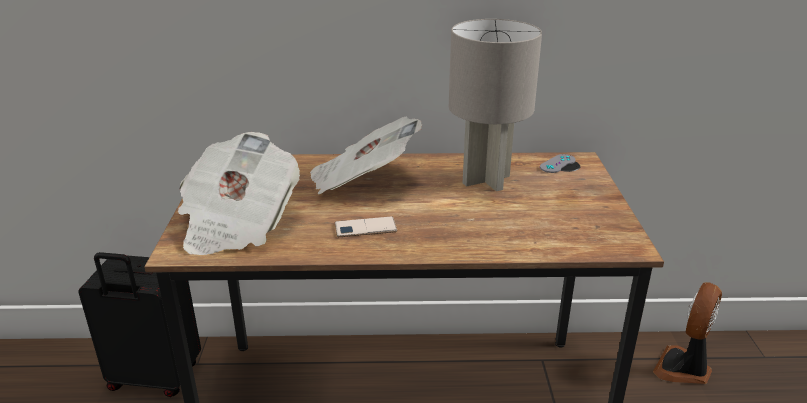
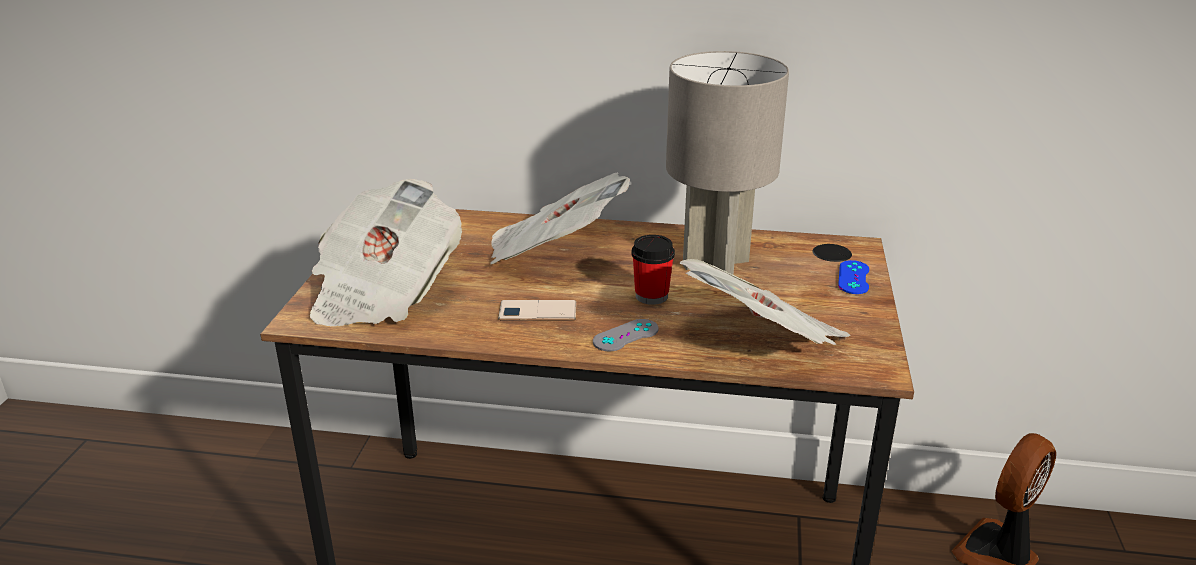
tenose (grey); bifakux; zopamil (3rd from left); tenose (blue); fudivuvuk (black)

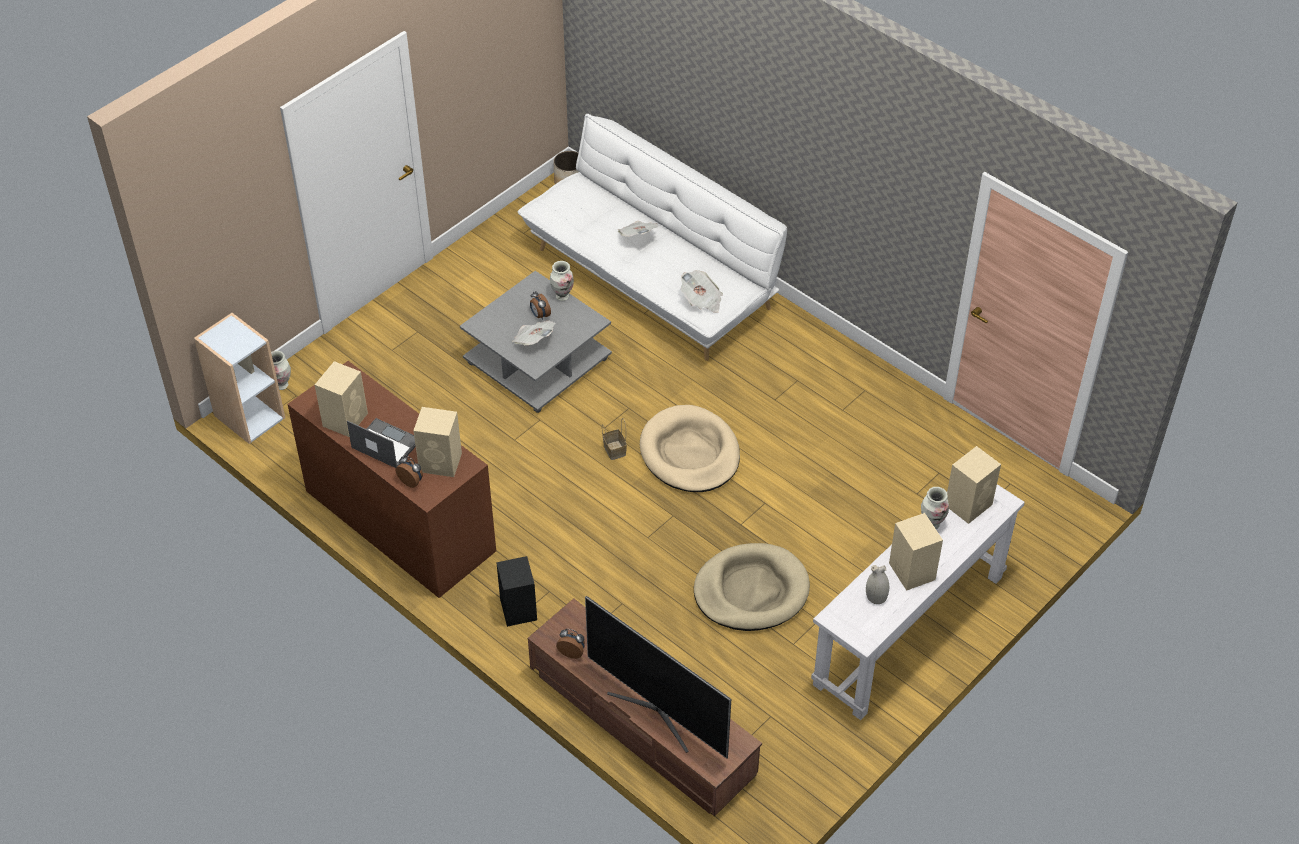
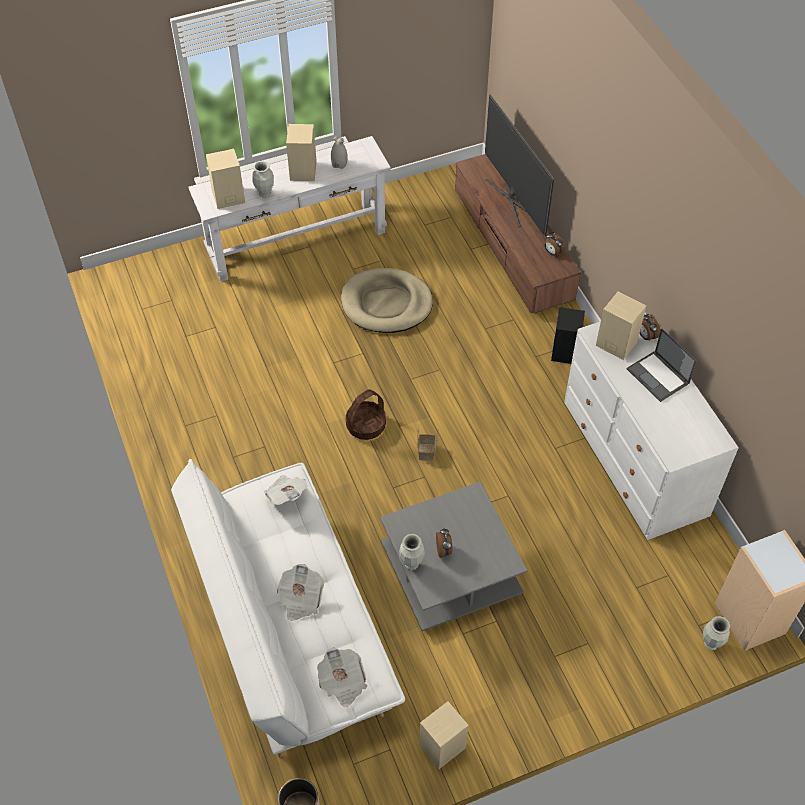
zopamil (3rd from left); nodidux (1st from left); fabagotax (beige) (3rd from left); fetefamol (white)

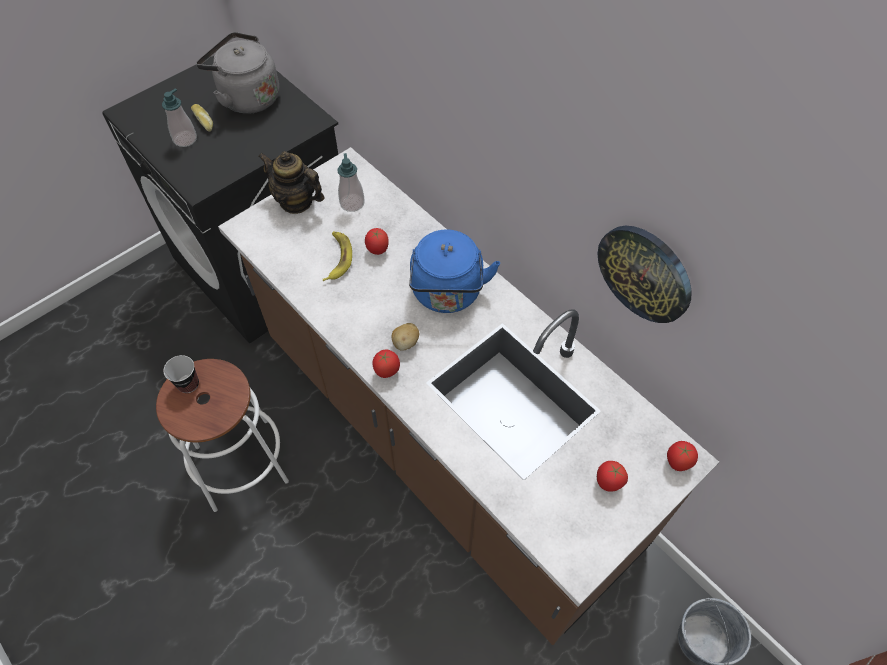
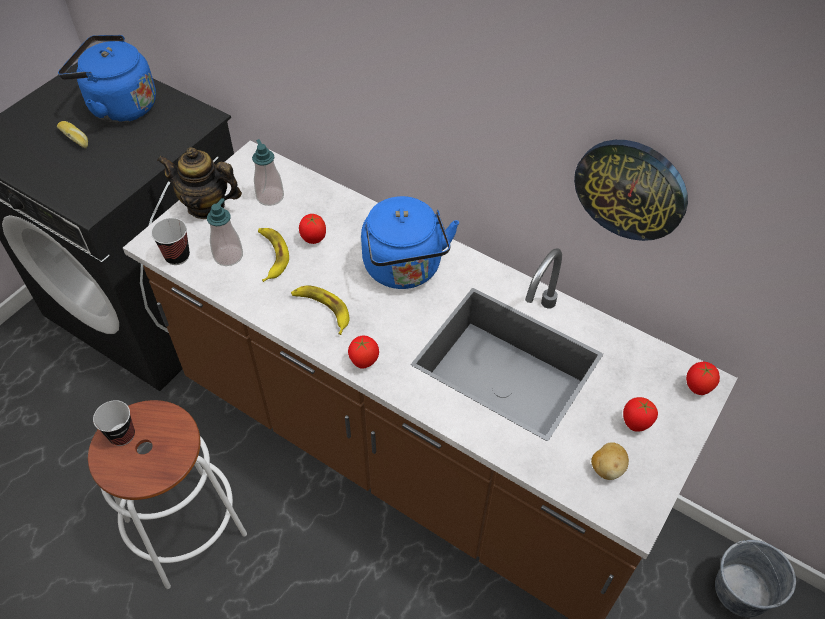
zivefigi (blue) (1st from left); bifakux (2nd from left); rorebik (1st from left); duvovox (2nd from left); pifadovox

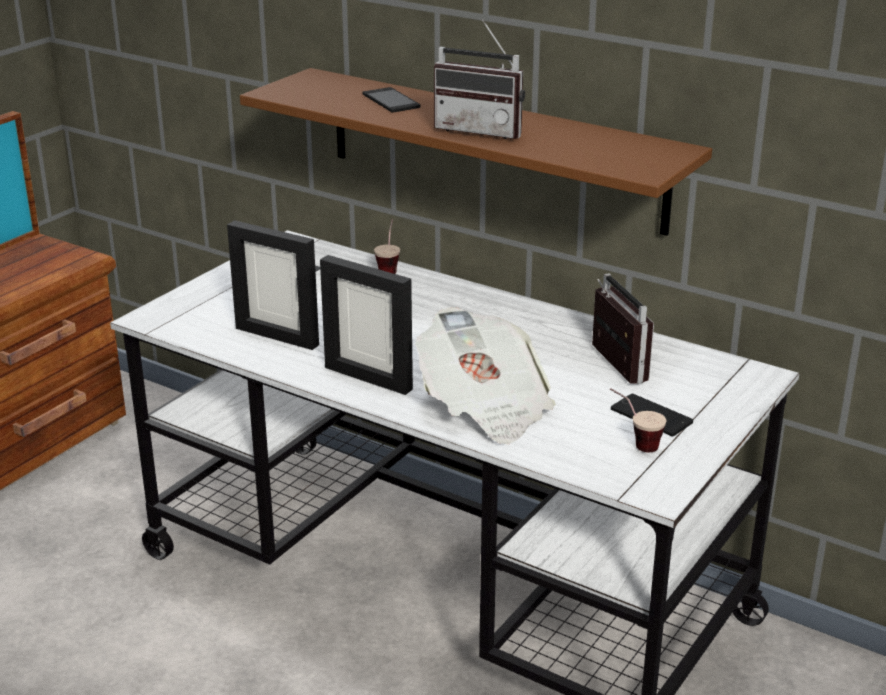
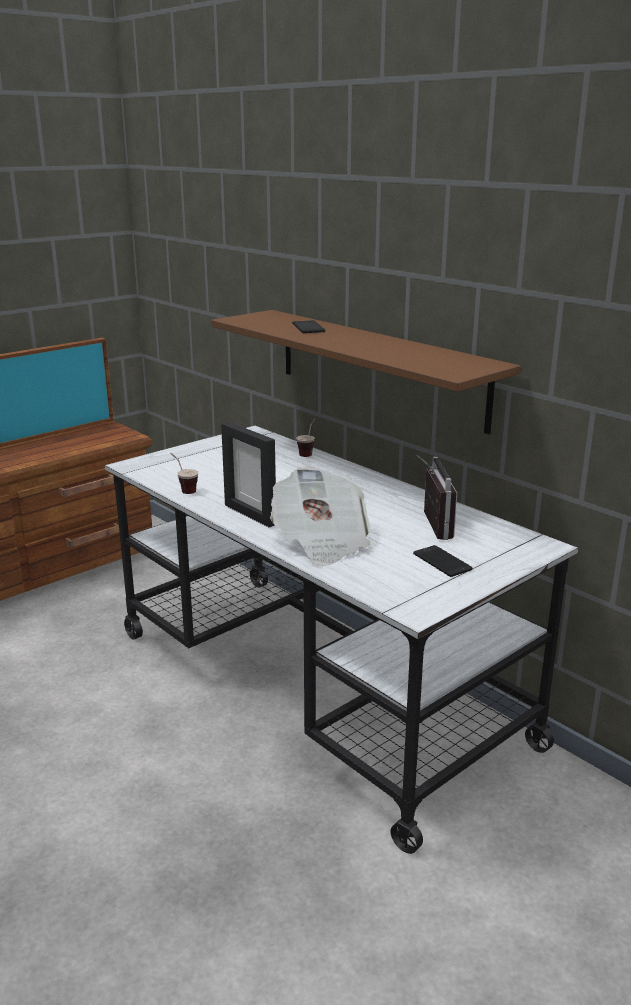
bifakux (1st from left); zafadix (1st from left in the first image); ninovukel (1st from left in the first image)

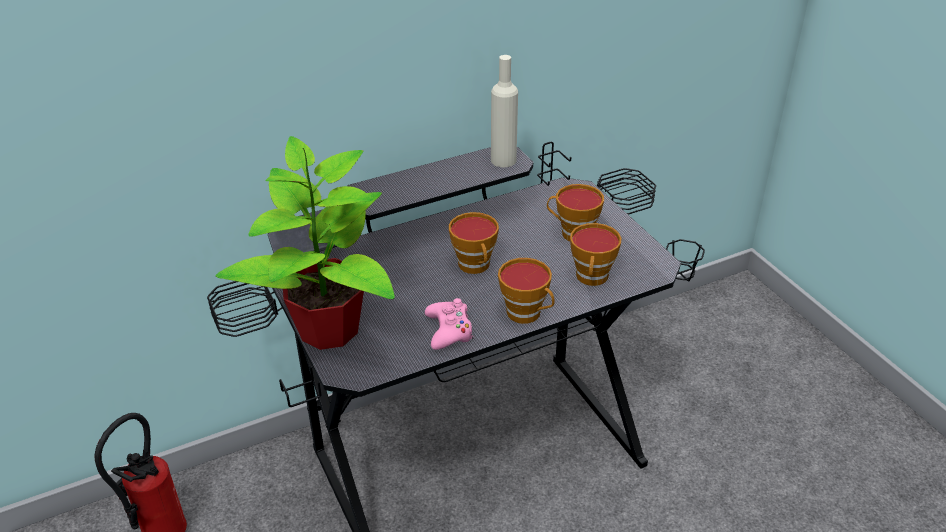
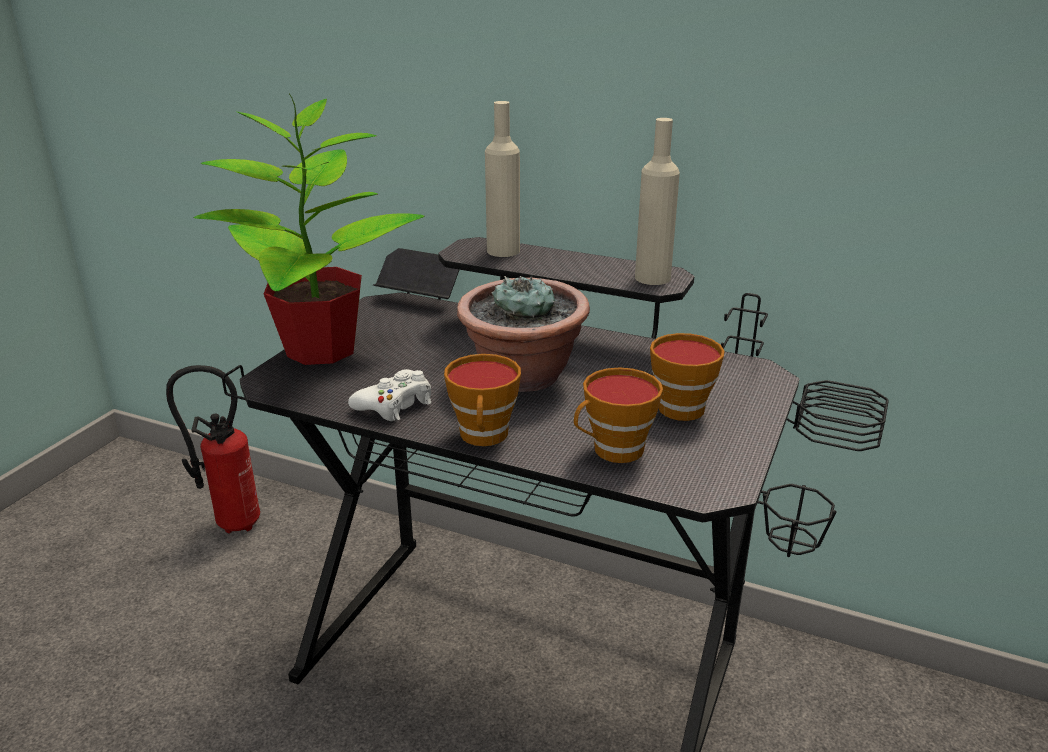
tenose (white); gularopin (2nd from left); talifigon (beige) (1st from left)

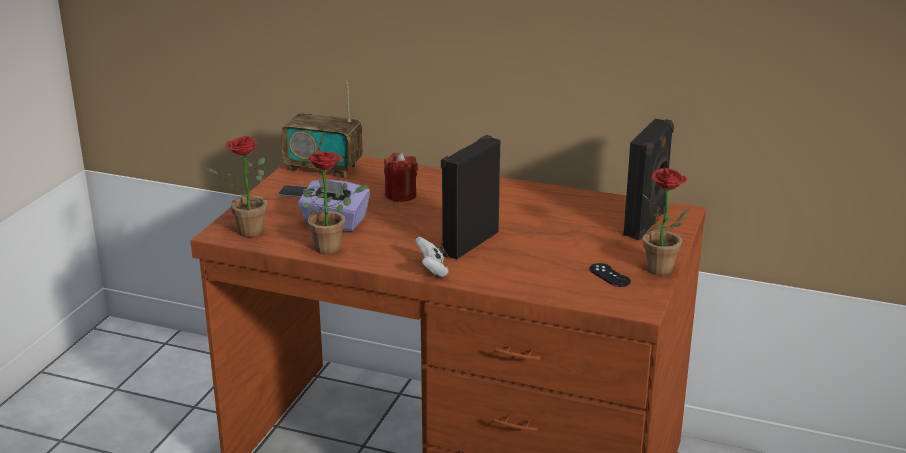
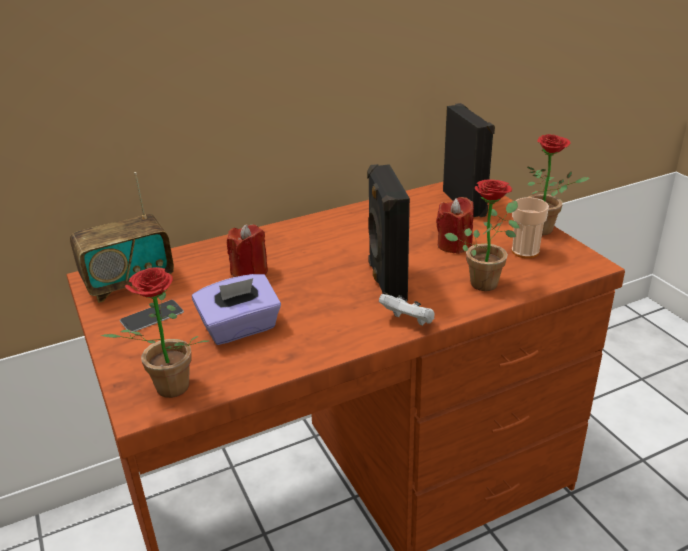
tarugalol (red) (2nd from left); gularopin (2nd from left); bifakux

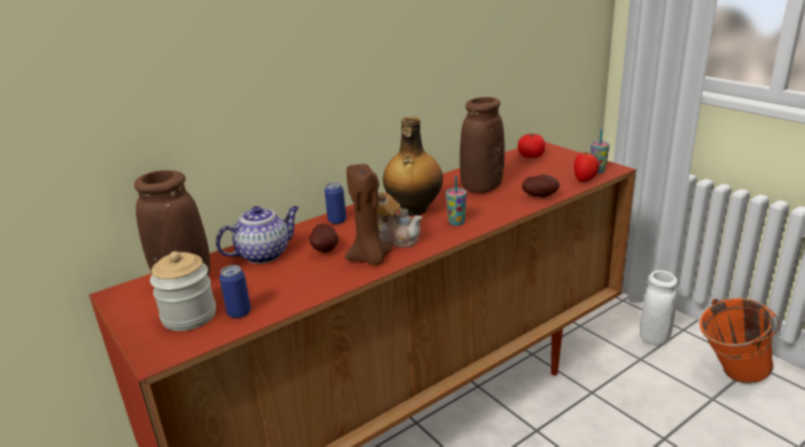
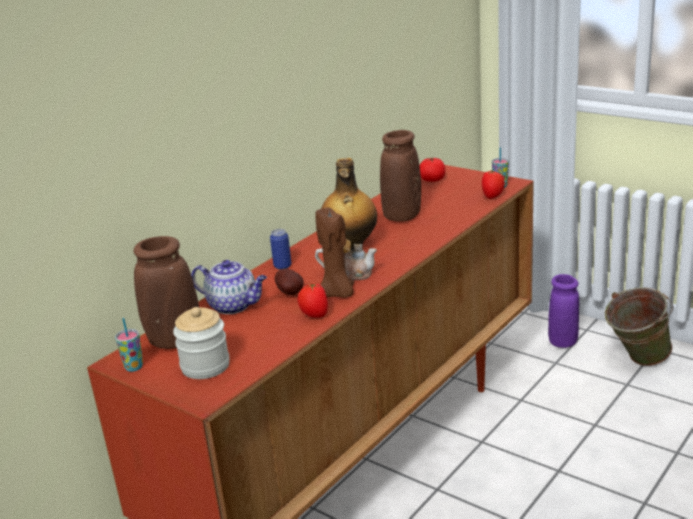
bifakux (1st from left); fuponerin (1st from left); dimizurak (1st from left); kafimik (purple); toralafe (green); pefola (1st from left in the first image); pifadovox (2nd from left in the first image)

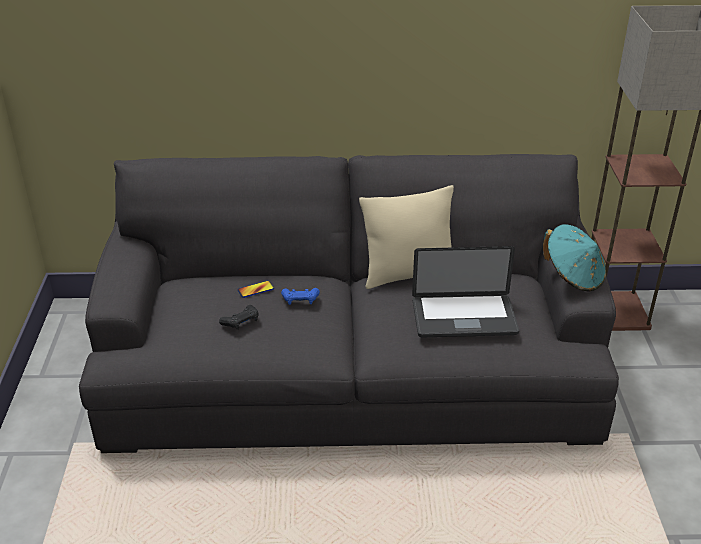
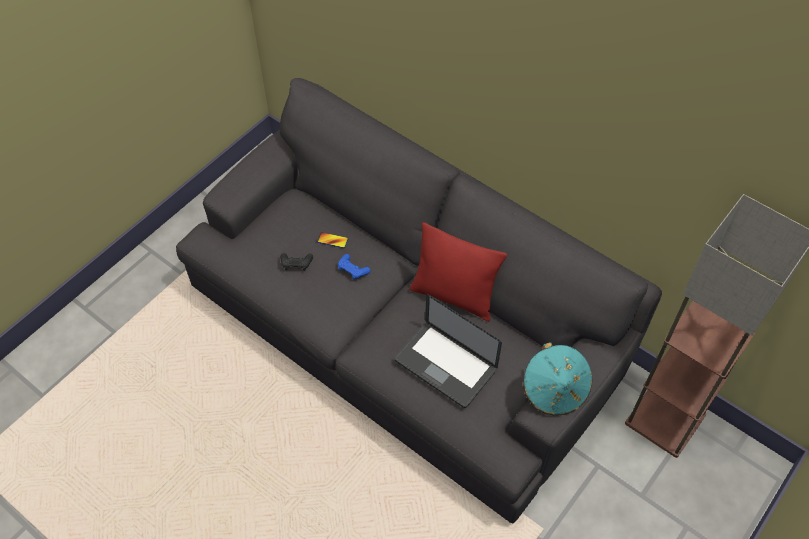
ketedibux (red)

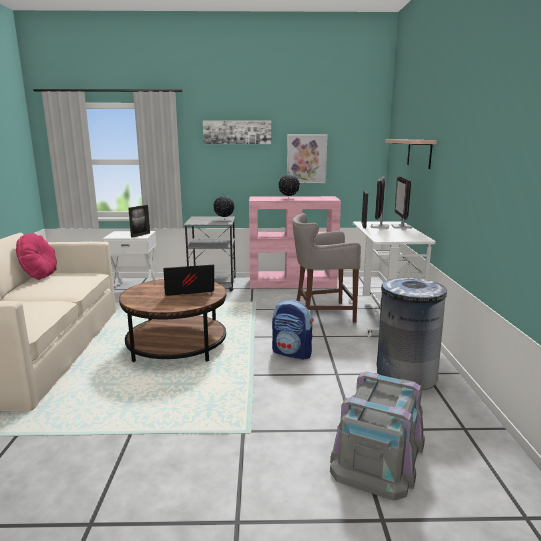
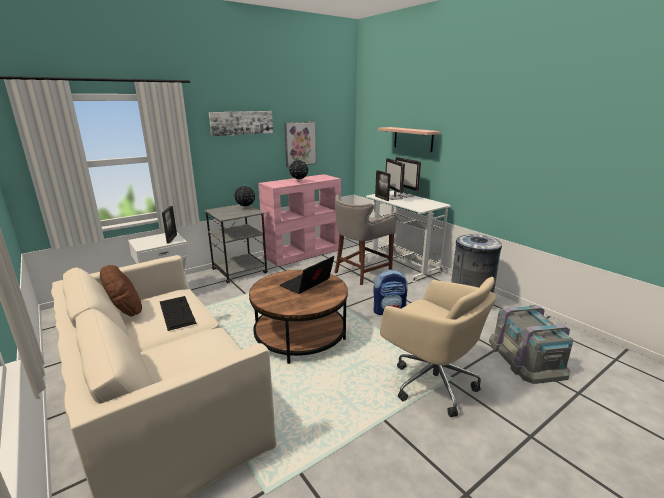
ketedibux (brown); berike; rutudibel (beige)

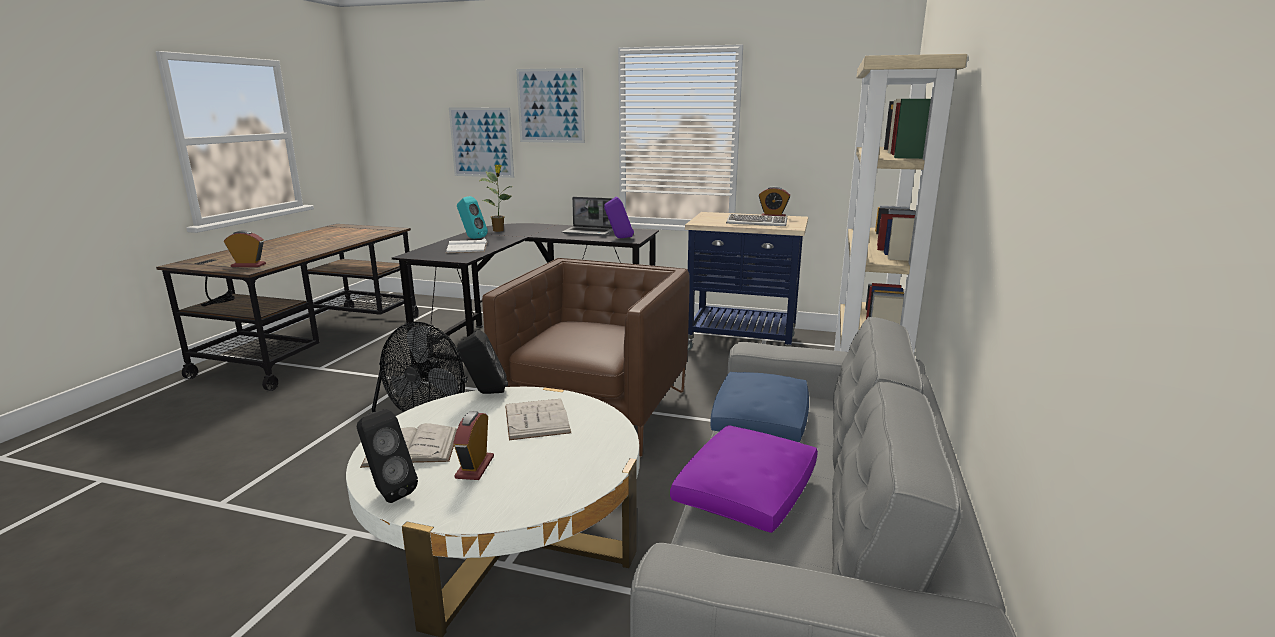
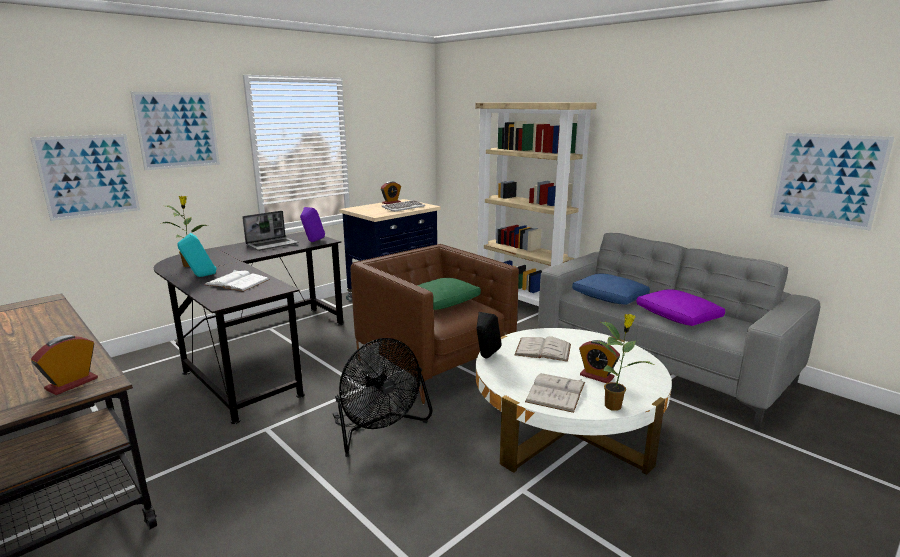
ketedibux (green); gularopin (2nd from left); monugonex (3rd from left)

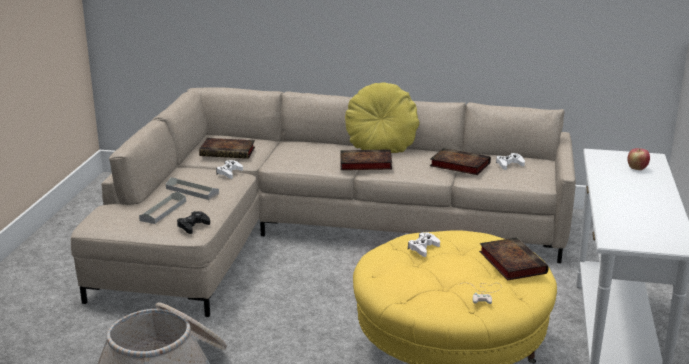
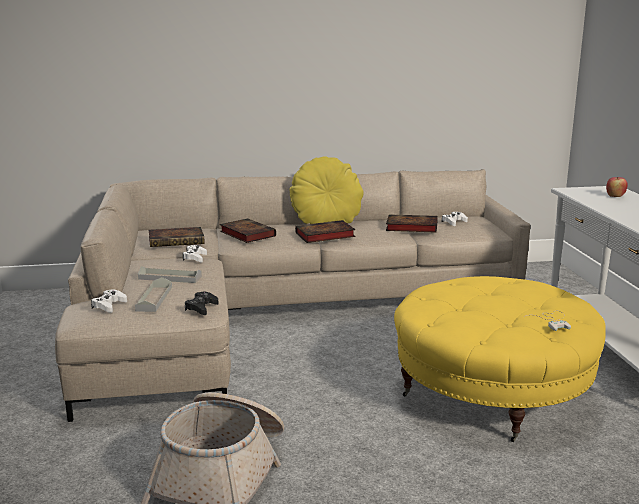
tenose (white) (1st from left); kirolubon (2nd from left)

